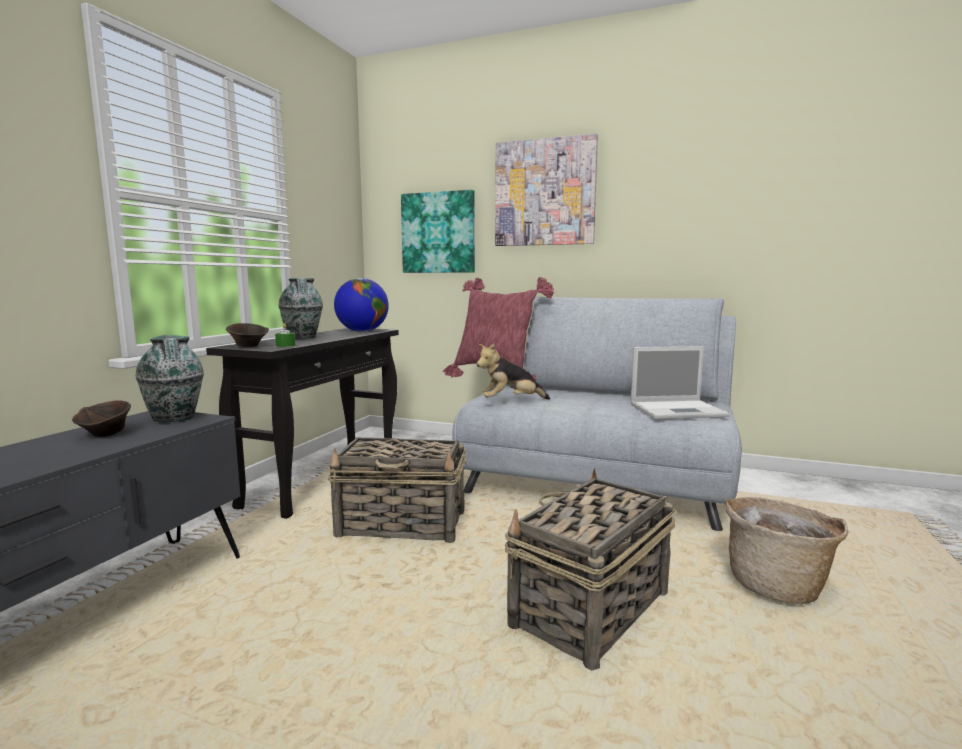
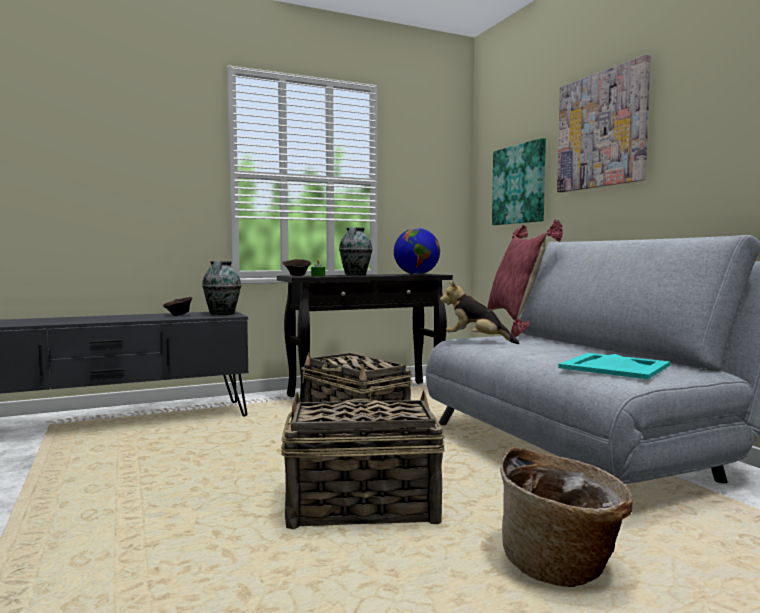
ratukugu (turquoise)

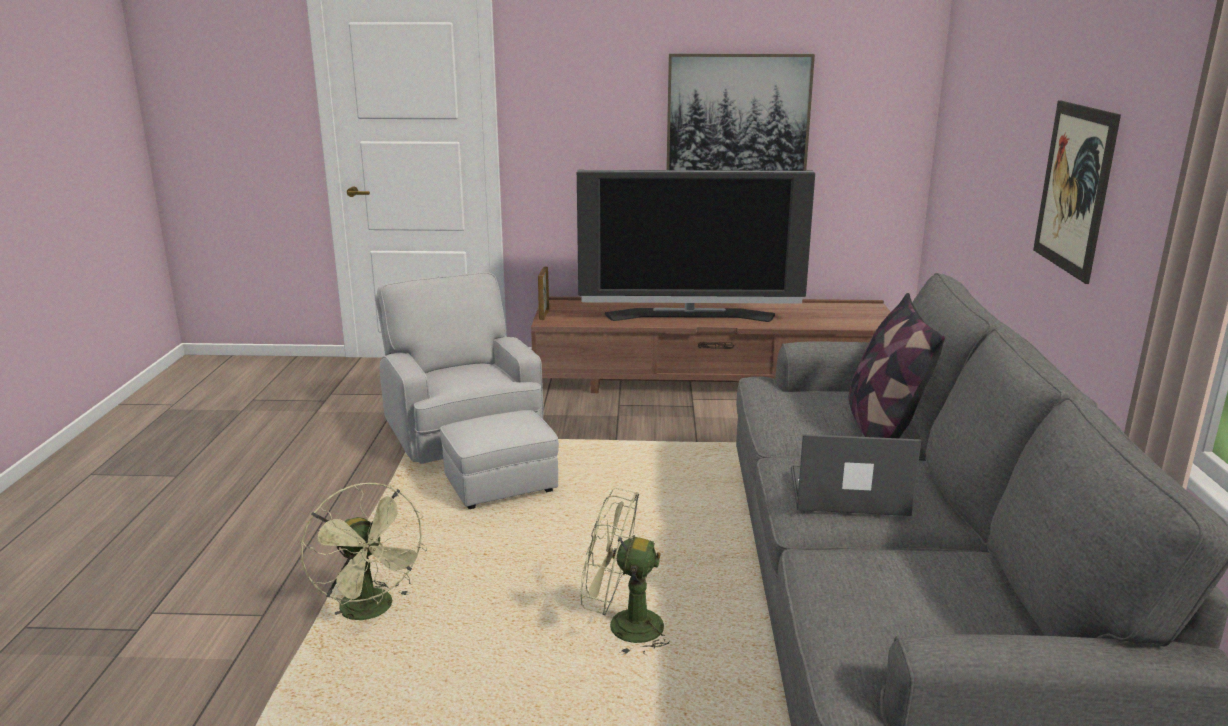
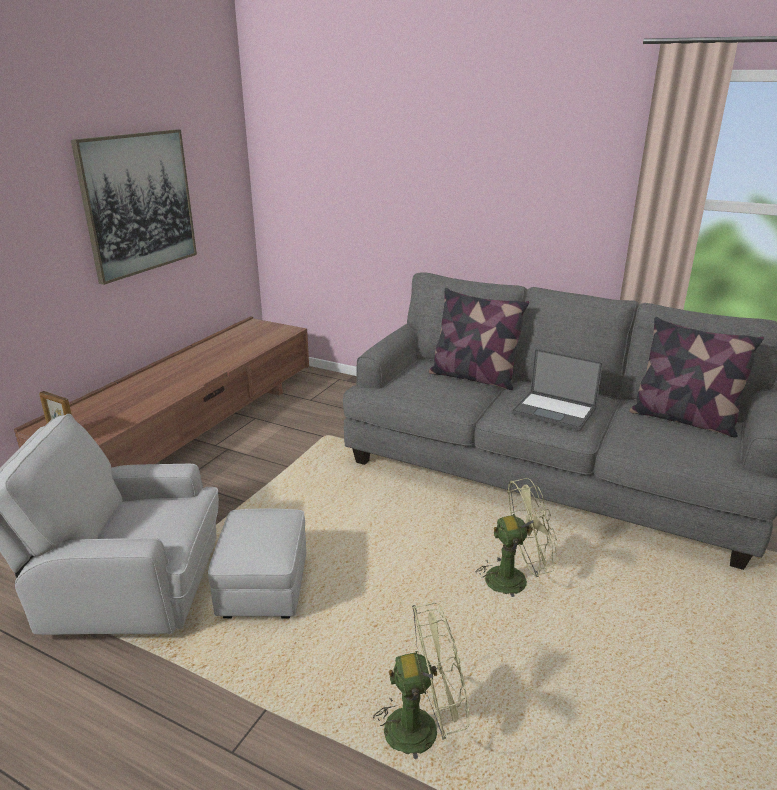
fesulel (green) (2nd from left); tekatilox; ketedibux (2nd from left); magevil; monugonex (2nd from left in the first image)

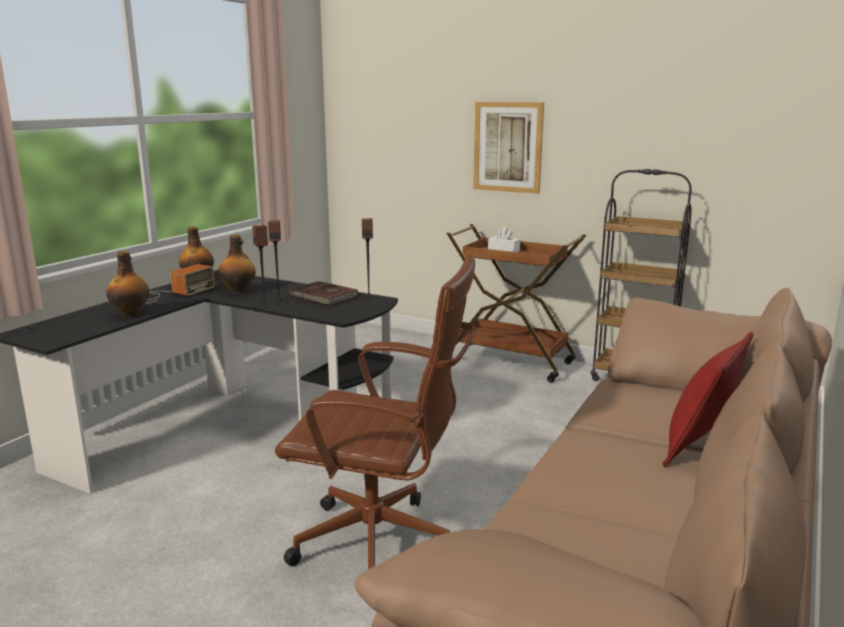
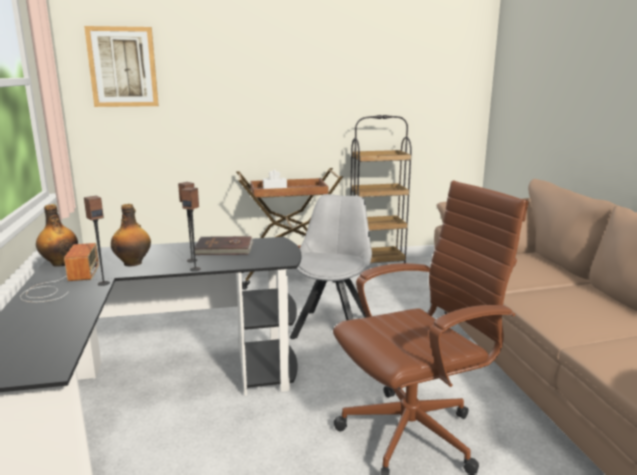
monugonex; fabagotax (1st from left); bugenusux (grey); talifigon (1st from left in the first image); ketedibux (red)

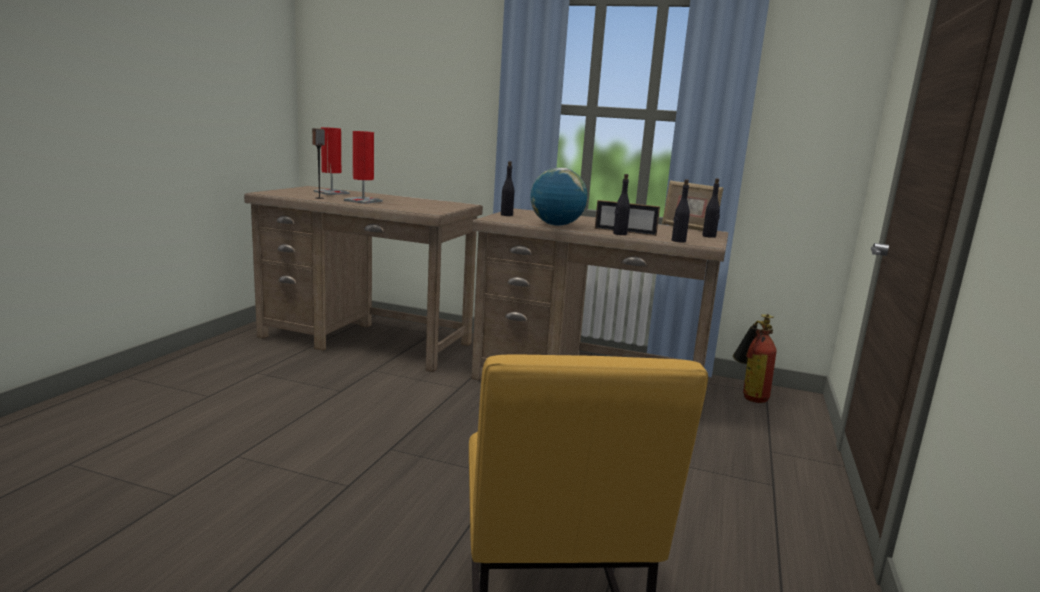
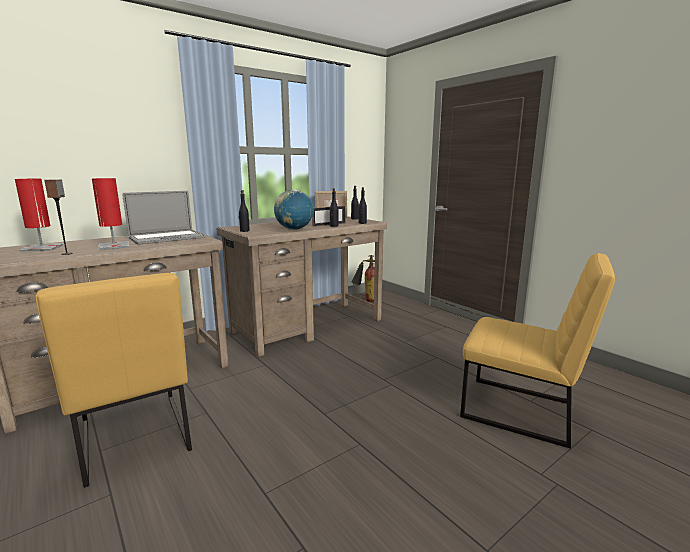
bugenusux (yellow) (1st from left); tekatilox

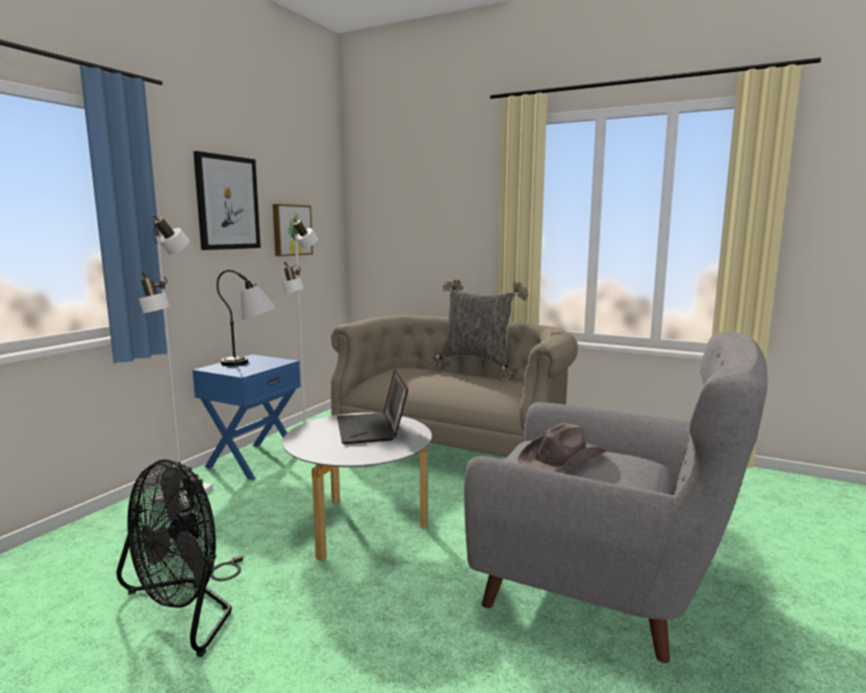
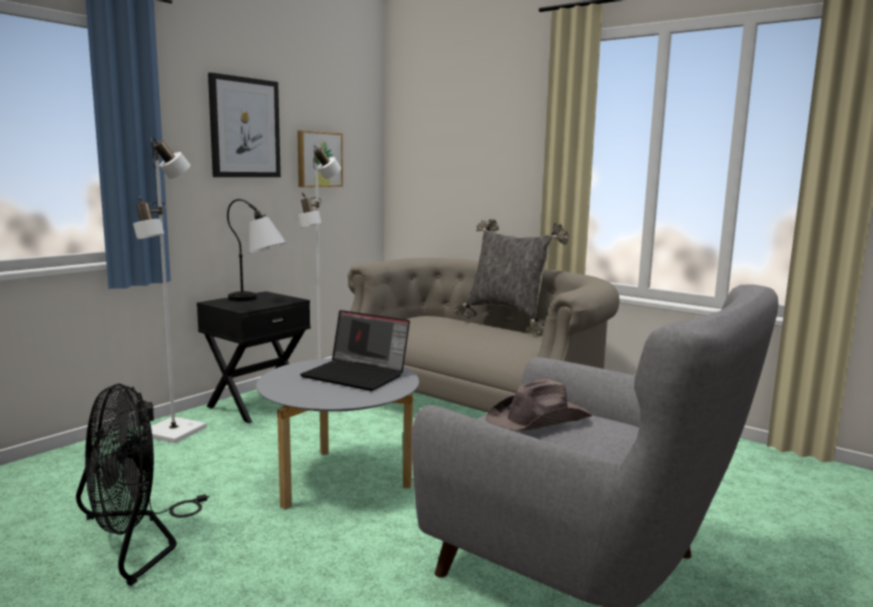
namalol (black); tekatilox

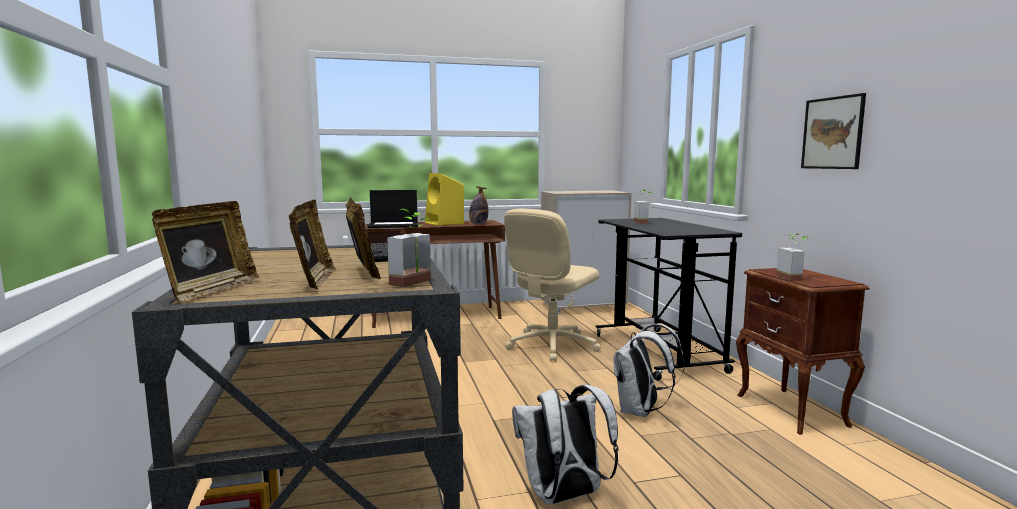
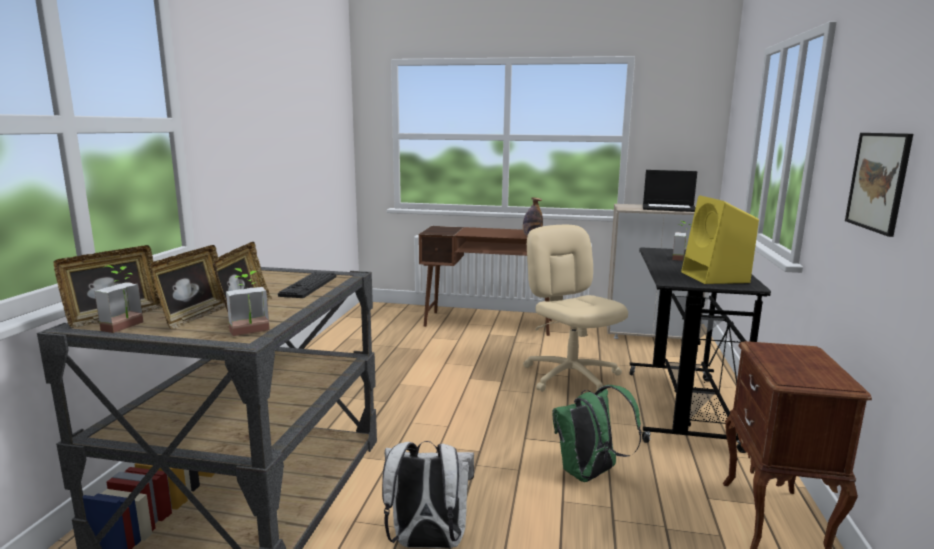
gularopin (1st from left); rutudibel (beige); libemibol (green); tekatilox; fabagotax (yellow)

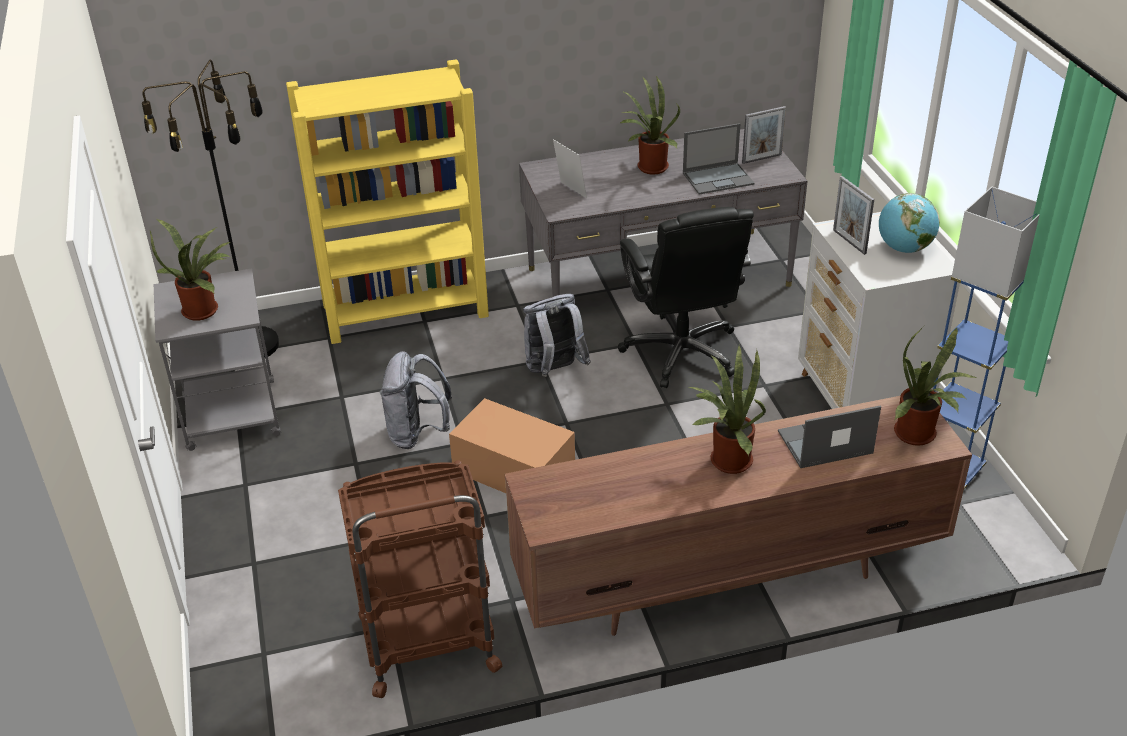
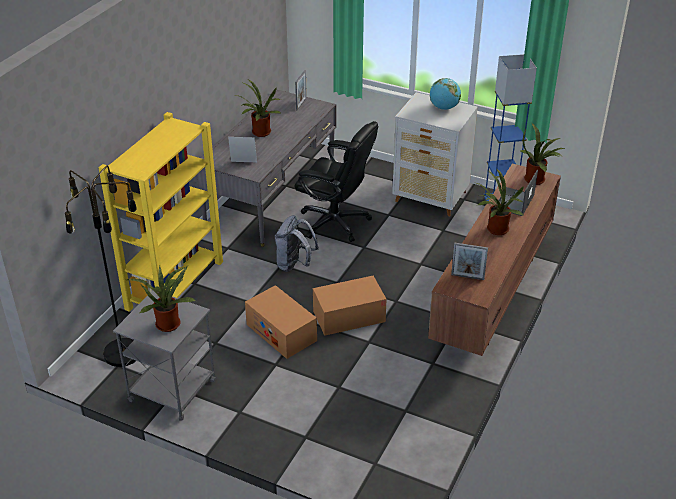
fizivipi (1st from left); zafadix (3rd from left); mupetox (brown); tekatilox (1st from left in the first image)

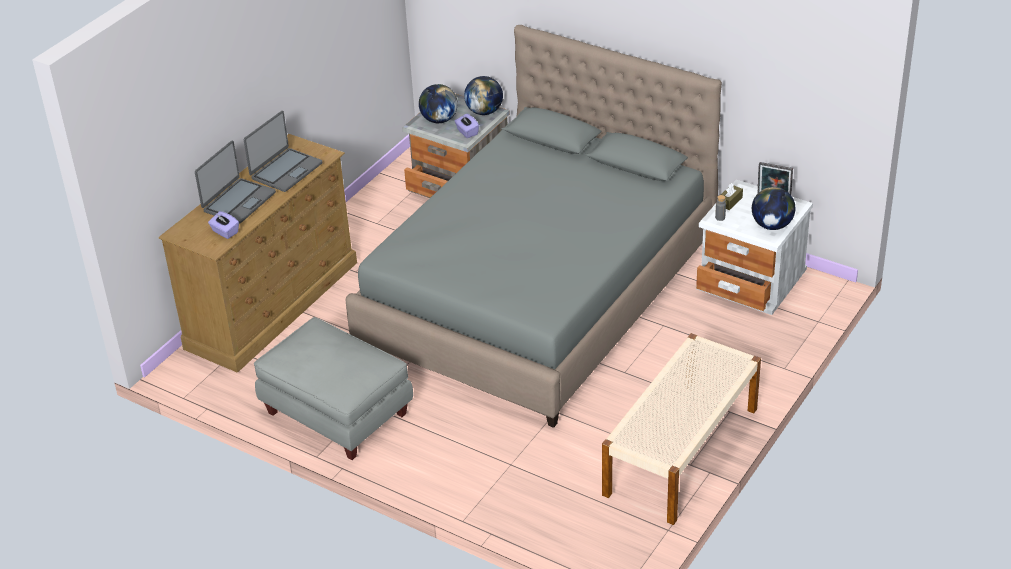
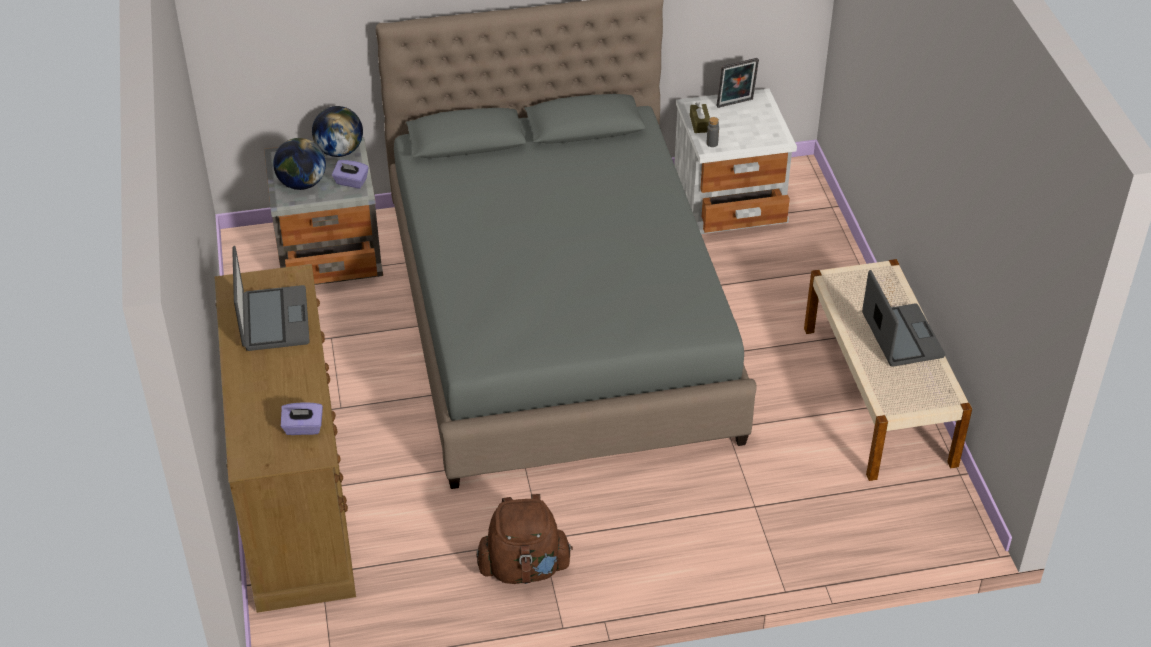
libemibol (brown); tekatilox (2nd from left); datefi (3rd from left in the first image)

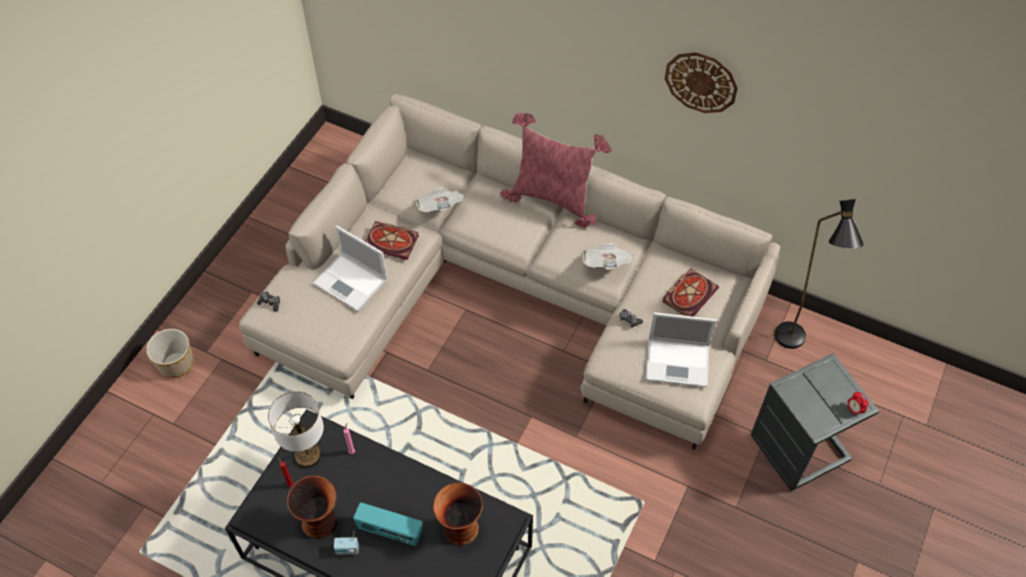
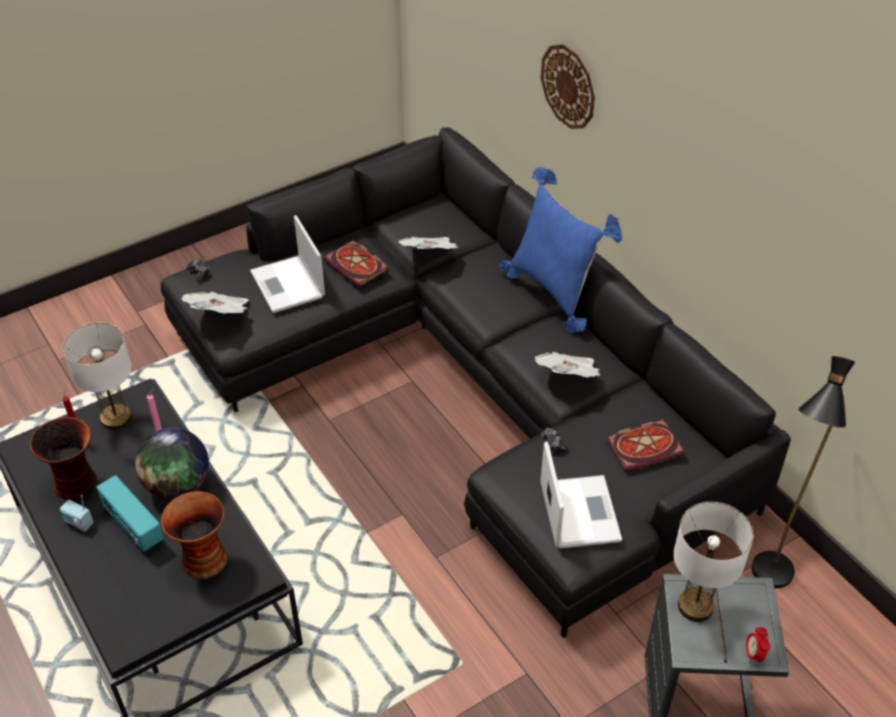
datefi; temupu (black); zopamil (1st from left); ketedibux (blue); tekatilox (2nd from left); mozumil; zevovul (2nd from left); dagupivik

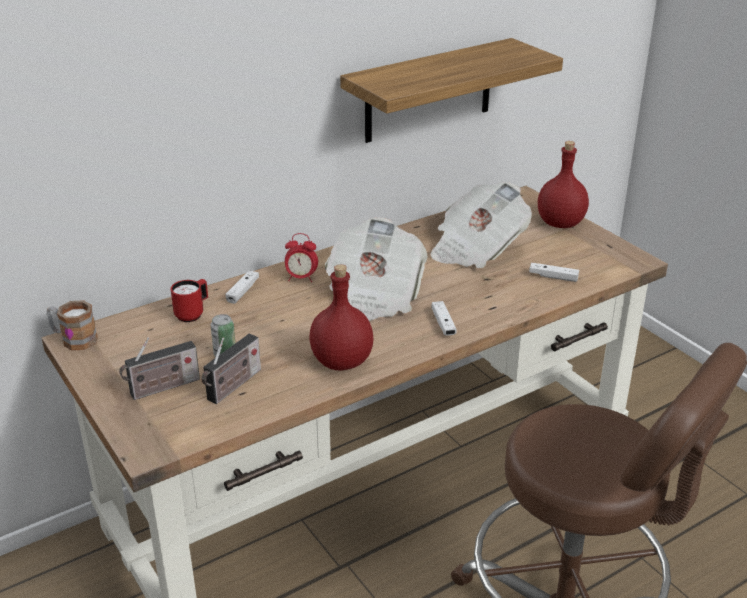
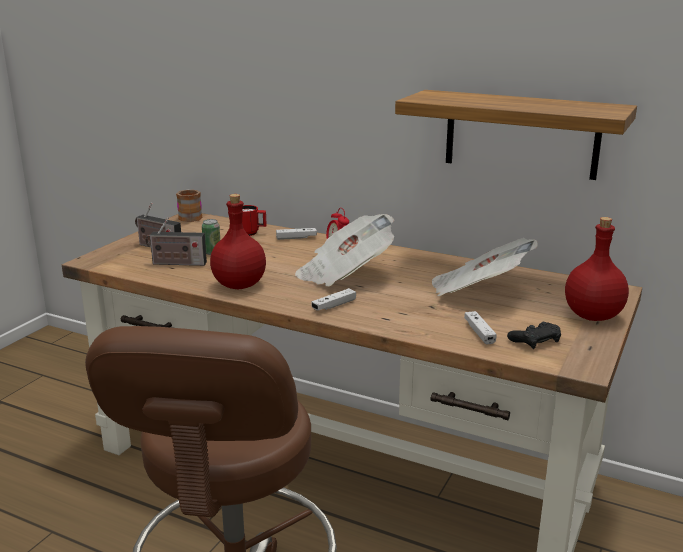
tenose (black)

